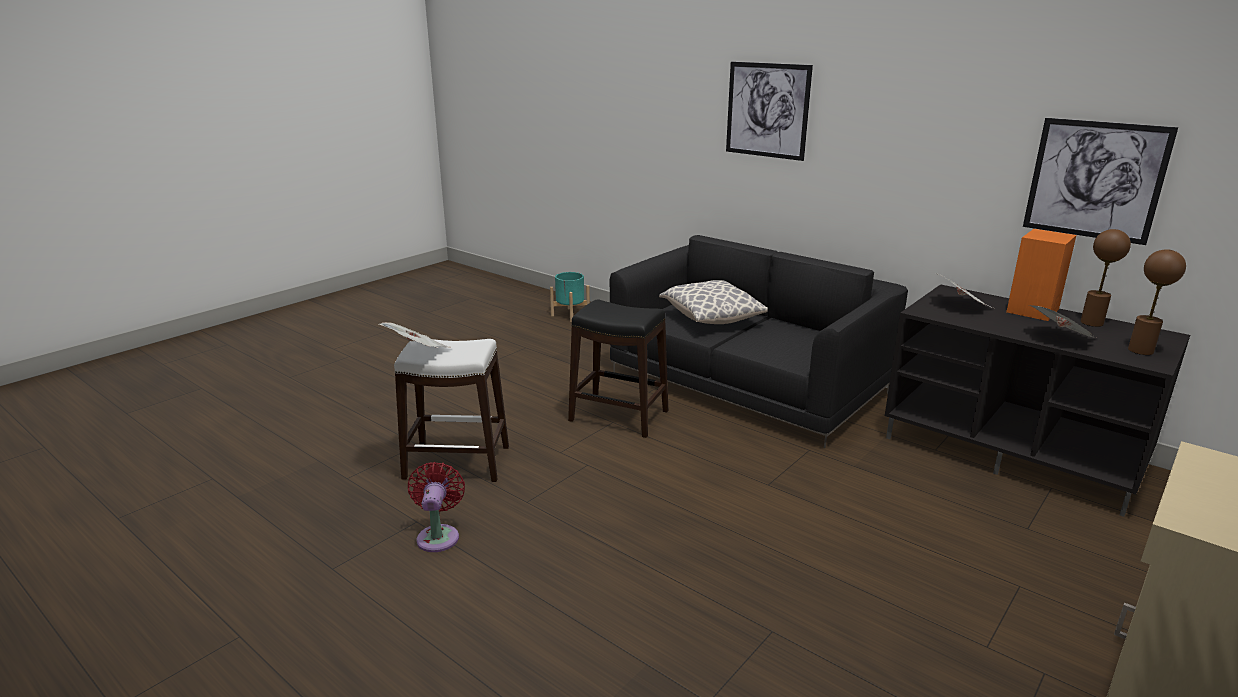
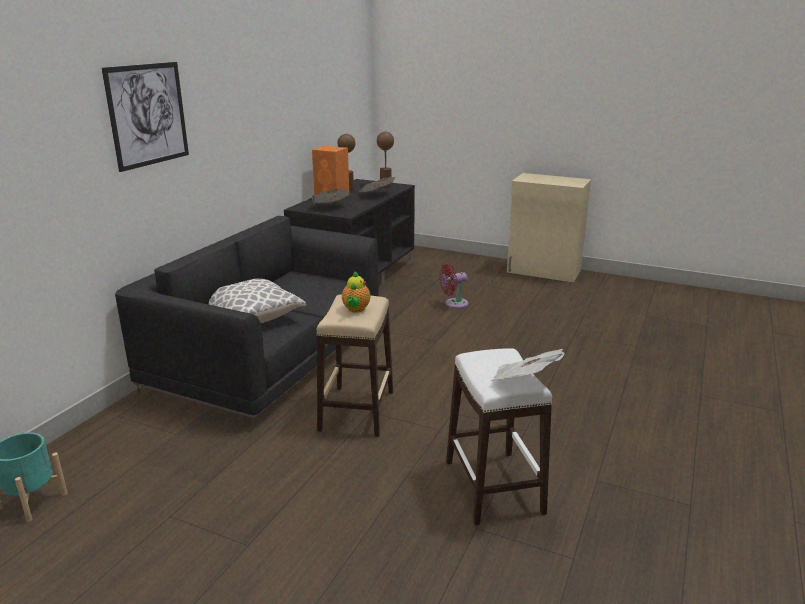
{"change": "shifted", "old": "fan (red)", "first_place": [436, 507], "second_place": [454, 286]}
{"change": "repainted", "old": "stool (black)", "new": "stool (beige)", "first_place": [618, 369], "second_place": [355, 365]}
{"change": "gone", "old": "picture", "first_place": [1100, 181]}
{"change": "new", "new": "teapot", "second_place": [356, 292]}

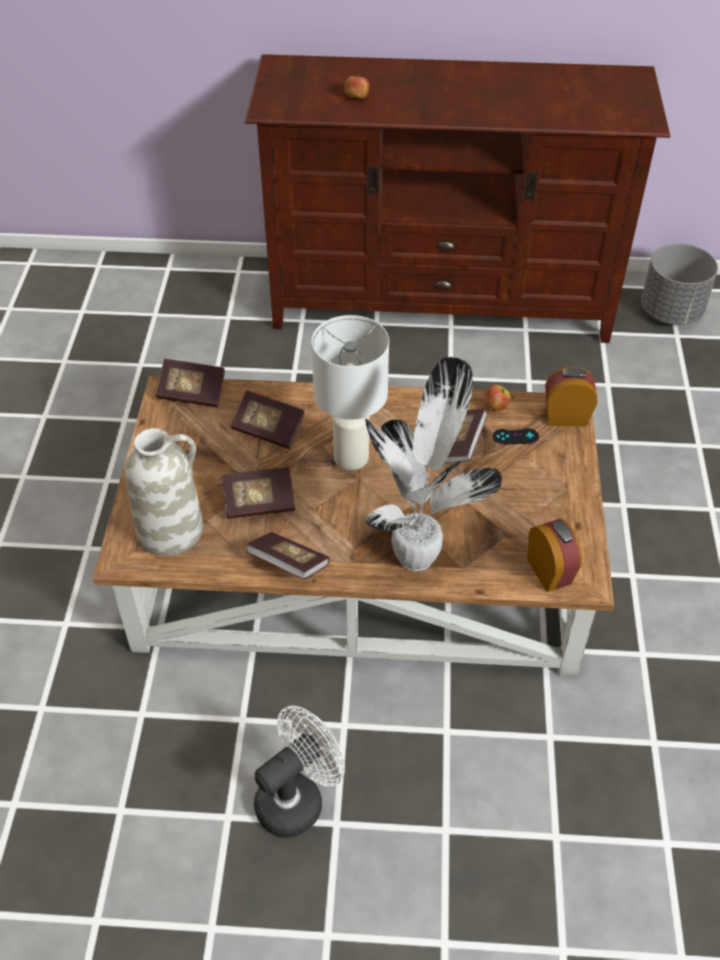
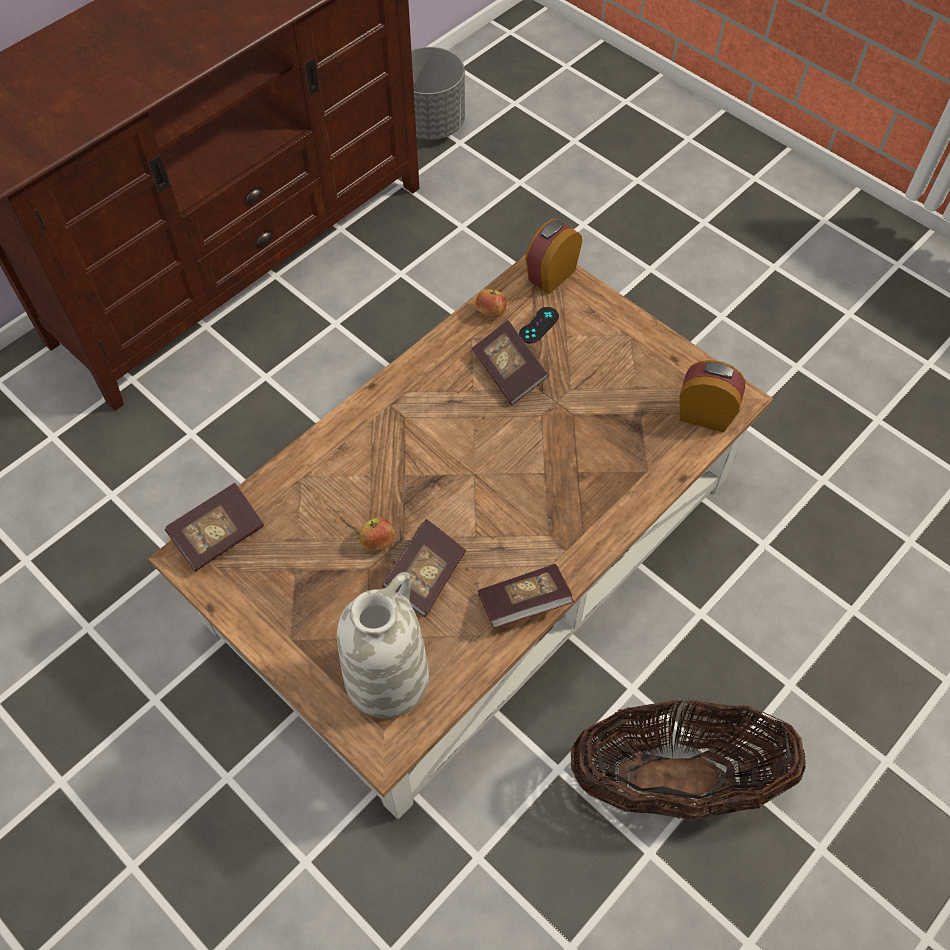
{"change": "gone", "old": "book", "first_place": [268, 419]}
{"change": "swapped", "old": "fan (white)", "new": "basket", "first_place": [299, 772], "second_place": [688, 759]}
{"change": "gone", "old": "table lamp (white)", "first_place": [350, 392]}
{"change": "shifted", "old": "apple", "first_place": [357, 86], "second_place": [377, 535]}
{"change": "gone", "old": "potted plant", "first_place": [433, 464]}

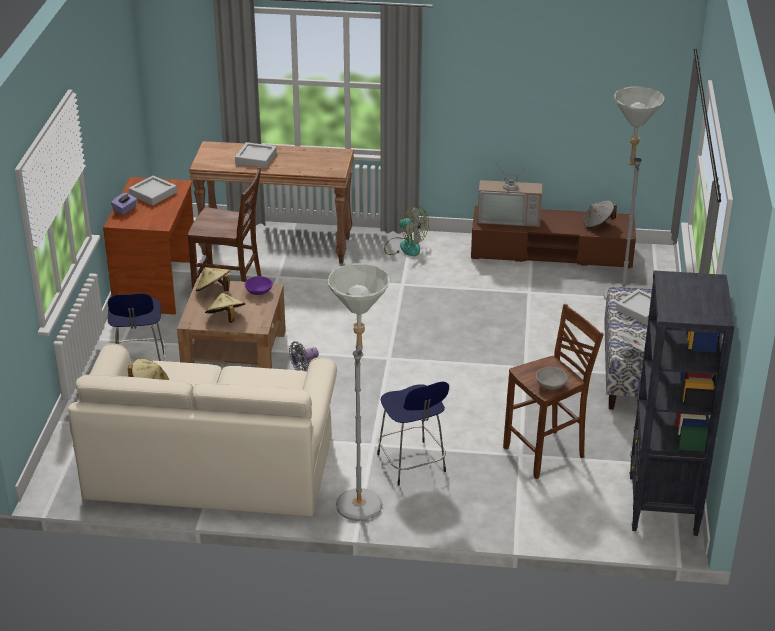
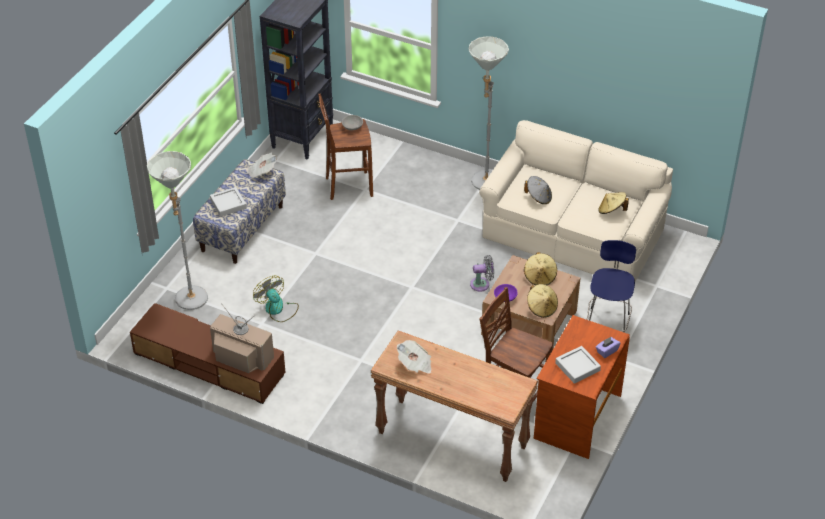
{"change": "gone", "old": "tray (grey)", "first_place": [256, 155]}
{"change": "gone", "old": "stool (blue)", "first_place": [413, 434]}
{"change": "shifted", "old": "fan", "first_place": [406, 231], "second_place": [276, 299]}
{"change": "shifted", "old": "hat (grey)", "first_place": [600, 214], "second_place": [538, 190]}
{"change": "new", "new": "newspaper", "second_place": [414, 357]}

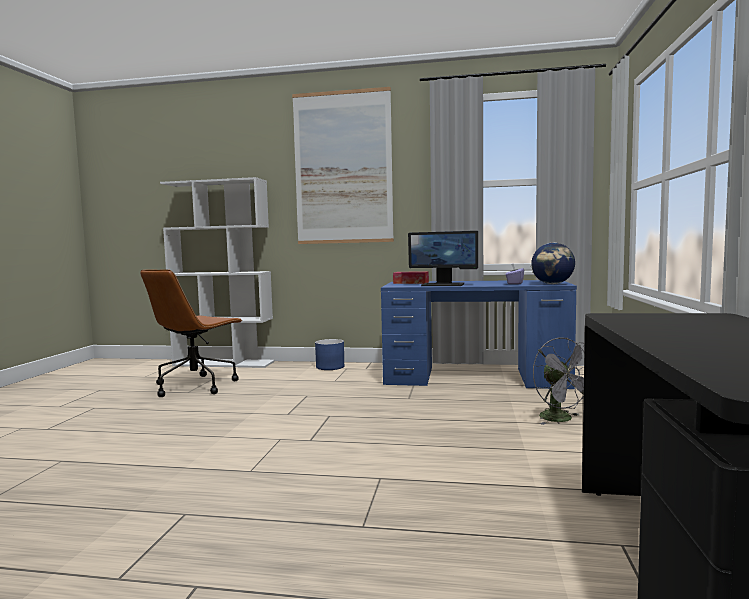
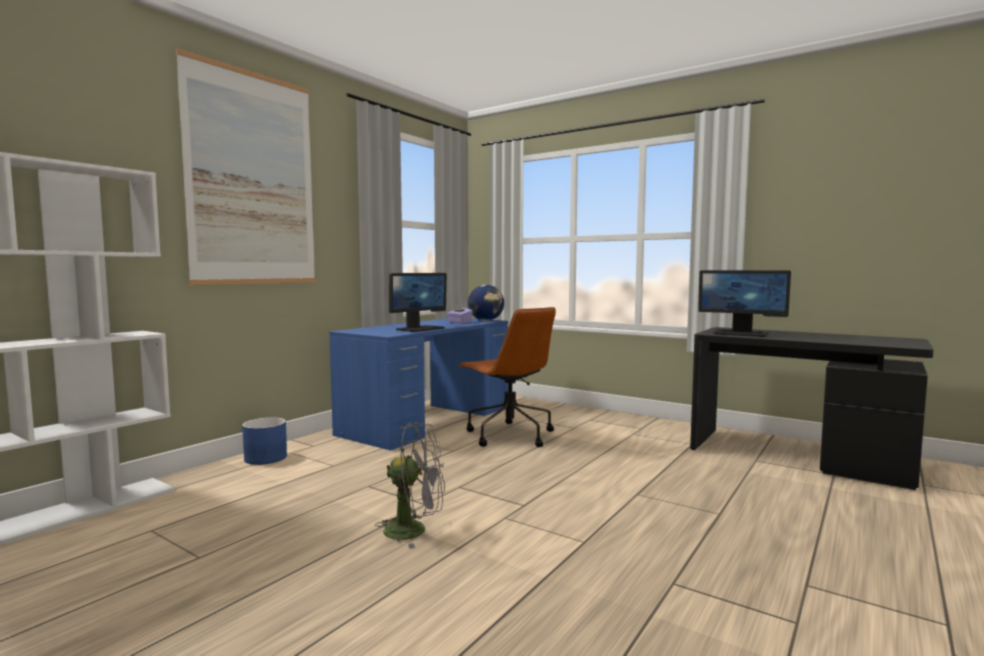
{"change": "shifted", "old": "office chair (brown)", "first_place": [191, 333], "second_place": [507, 377]}
{"change": "gone", "old": "tissue box", "first_place": [411, 277]}
{"change": "shifted", "old": "fan (grey)", "first_place": [559, 381], "second_place": [410, 486]}
{"change": "new", "new": "monitor", "second_place": [744, 303]}

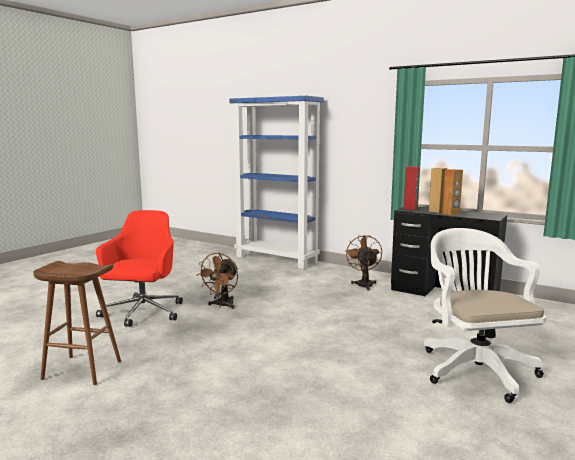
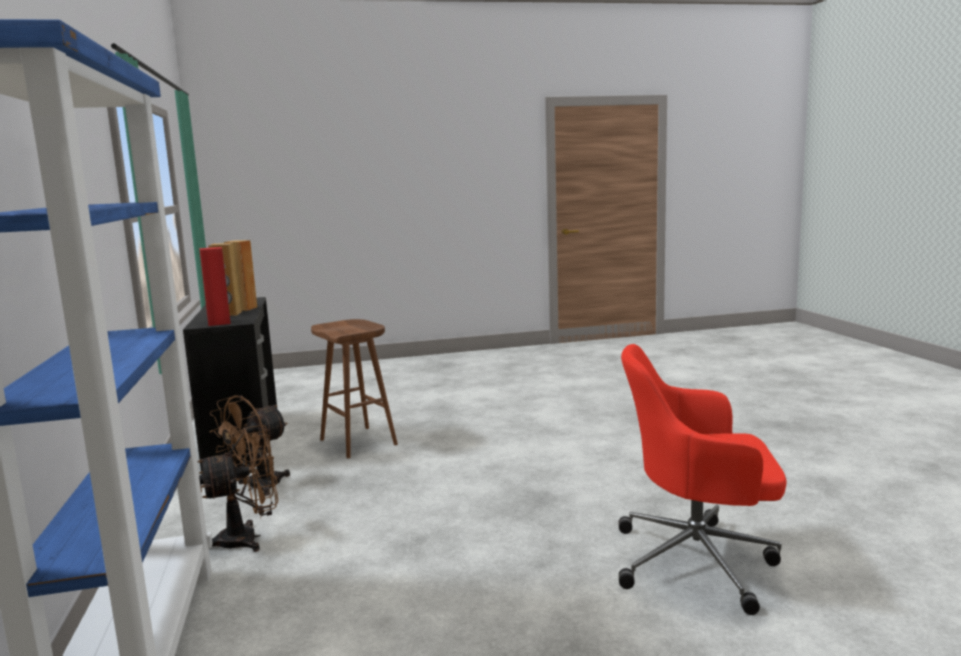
{"change": "shifted", "old": "stool (brown)", "first_place": [77, 323], "second_place": [354, 388]}
{"change": "rotated", "old": "office chair (red)", "first_place": [139, 268], "second_place": [703, 479], "degrees": 45}
{"change": "shifted", "old": "fan (brown)", "first_place": [217, 281], "second_place": [238, 488]}
{"change": "gone", "old": "office chair (white)", "first_place": [485, 315]}

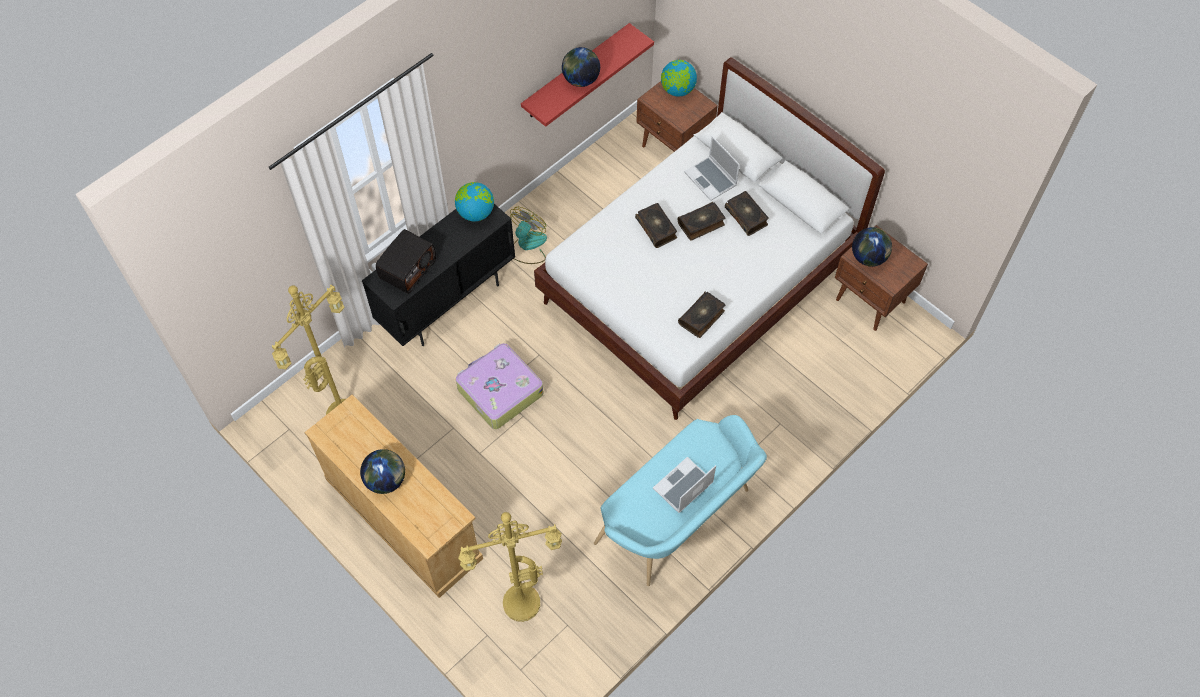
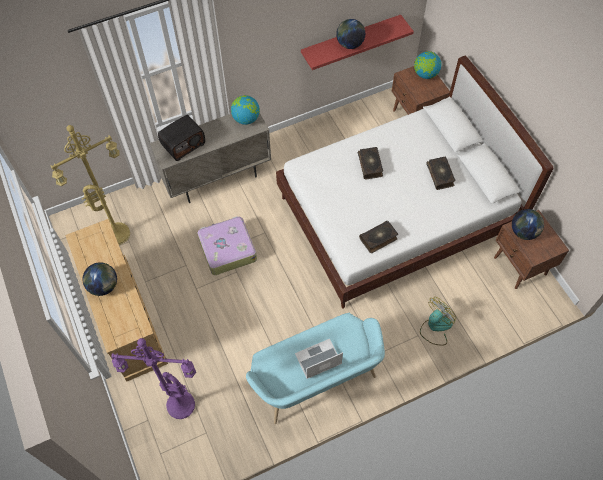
{"change": "repainted", "old": "cabinet (black)", "new": "cabinet (beige)", "first_place": [438, 275], "second_place": [210, 158]}
{"change": "repainted", "old": "floor lamp (yellow)", "new": "floor lamp (purple)", "first_place": [510, 567], "second_place": [153, 378]}
{"change": "shifted", "old": "fan", "first_place": [528, 235], "second_place": [438, 321]}
{"change": "gone", "old": "book", "first_place": [701, 221]}
{"change": "gone", "old": "laptop", "first_place": [712, 168]}

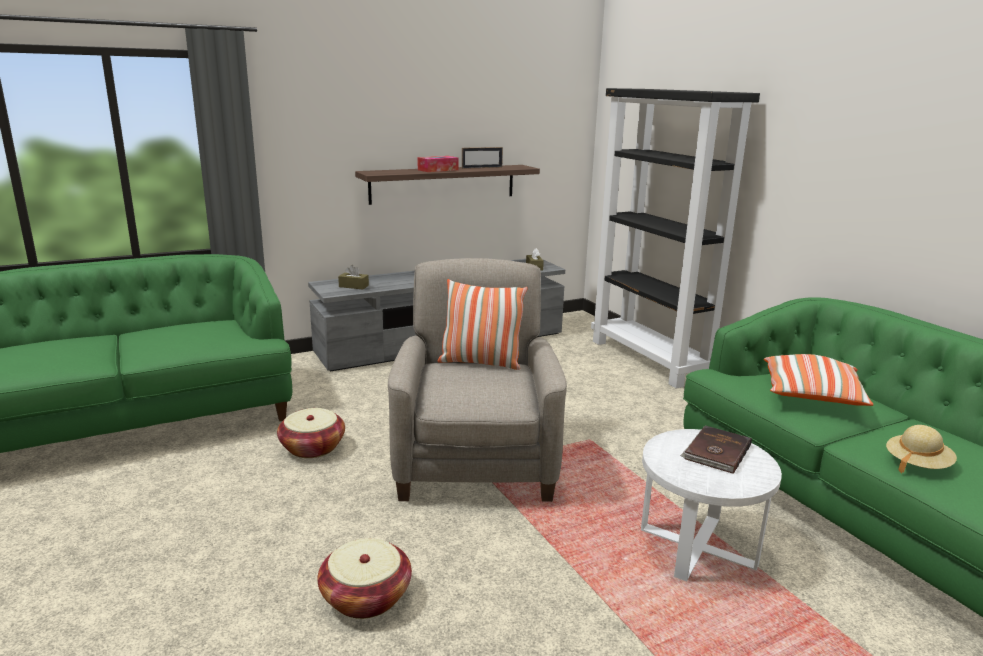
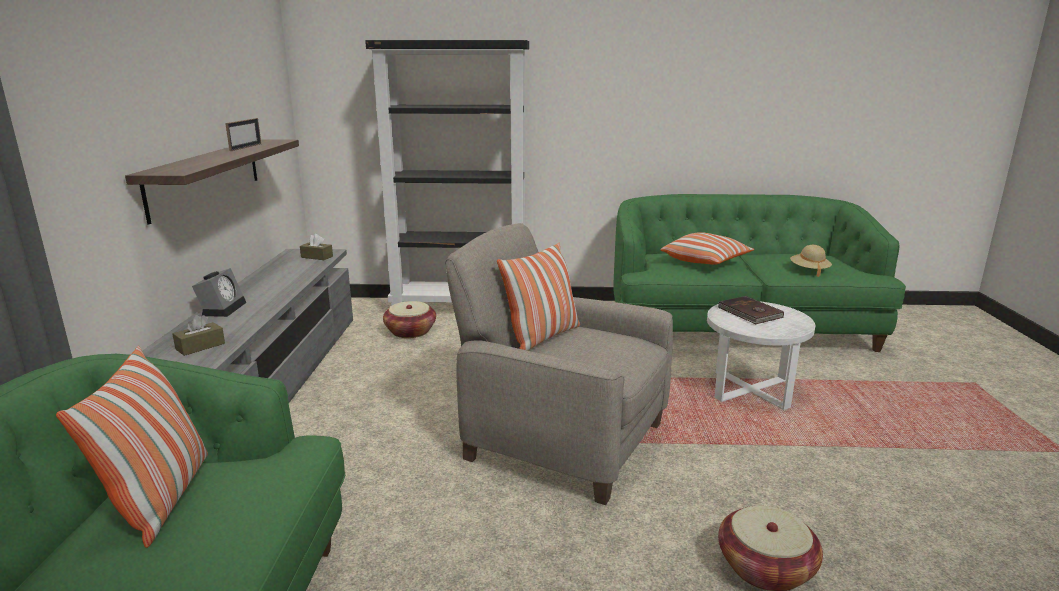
{"change": "shifted", "old": "basket", "first_place": [311, 433], "second_place": [409, 319]}
{"change": "gone", "old": "tissue box", "first_place": [438, 164]}
{"change": "new", "new": "pillow", "second_place": [132, 447]}
{"change": "new", "new": "alarm clock", "second_place": [219, 292]}

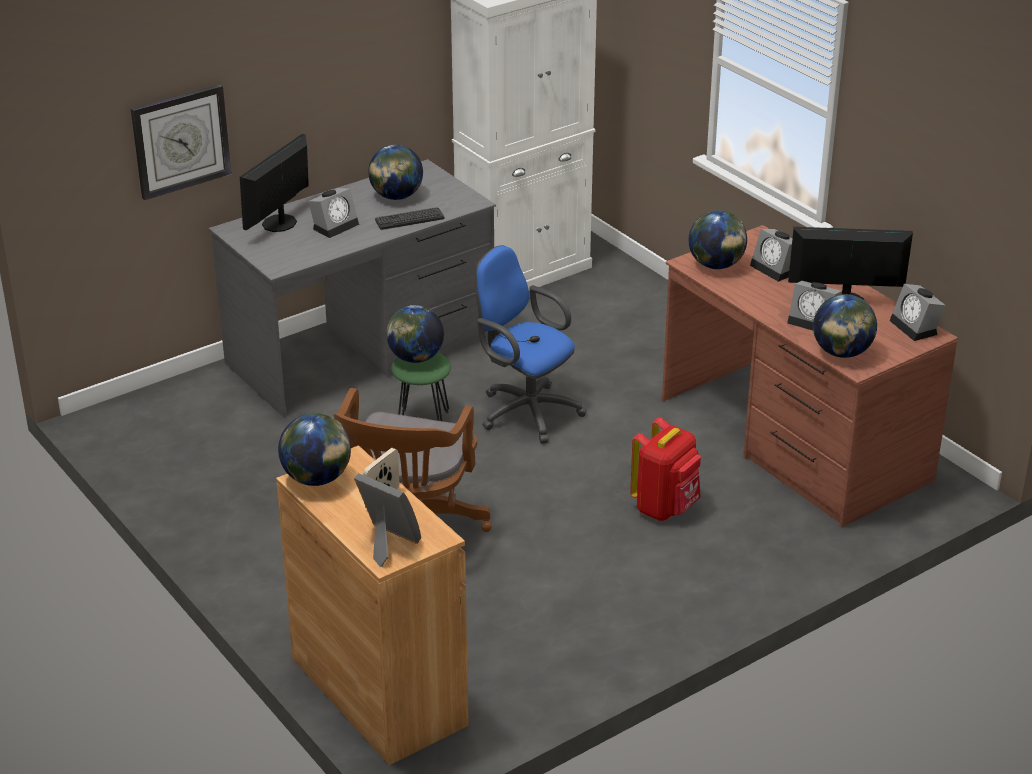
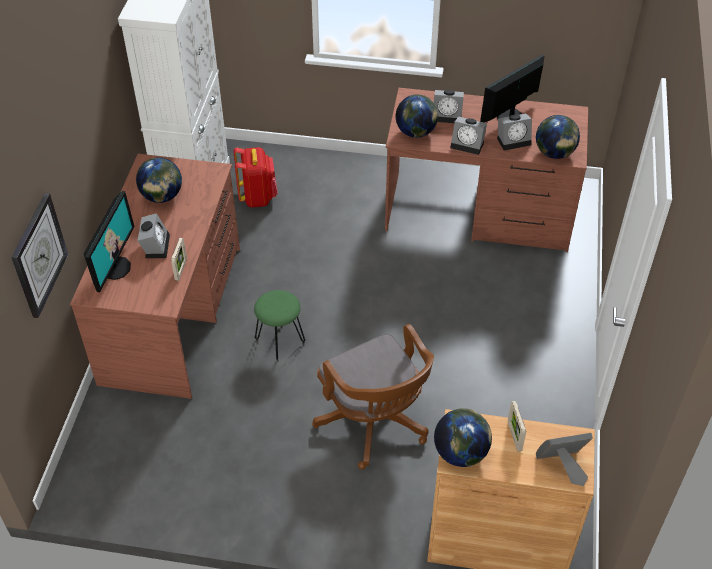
{"change": "repainted", "old": "desk (grey)", "new": "desk (brown)", "first_place": [352, 288], "second_place": [155, 276]}
{"change": "rotated", "old": "monitor", "first_place": [274, 183], "second_place": [109, 241], "degrees": -150}
{"change": "gone", "old": "keyboard", "first_place": [410, 218]}
{"change": "gone", "old": "globe", "first_place": [415, 334]}
{"change": "gone", "old": "office chair (blue)", "first_place": [530, 344]}
{"change": "shifted", "old": "backpack (red)", "first_place": [665, 469], "second_place": [256, 177]}
{"change": "shifted", "old": "alarm clock", "first_place": [918, 312], "second_place": [468, 136]}
{"change": "new", "new": "picture frame", "second_place": [179, 259]}

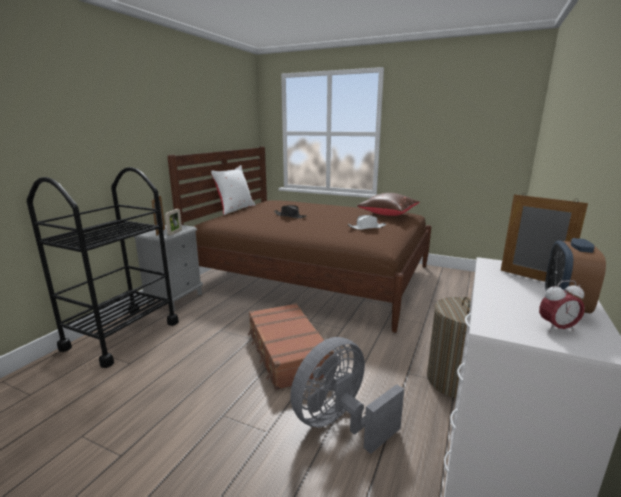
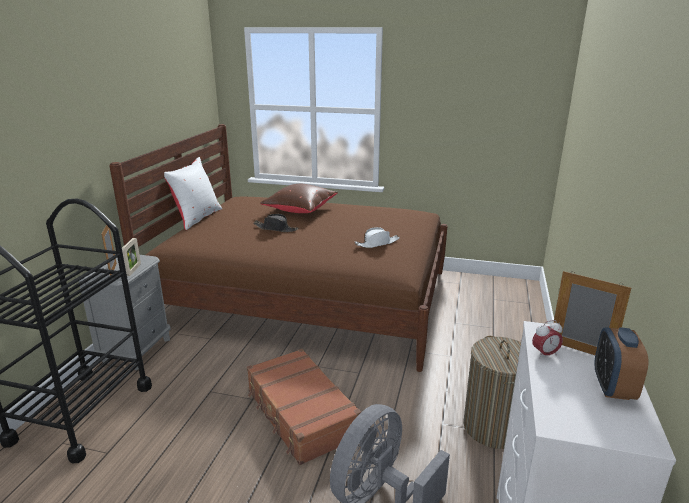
{"change": "shifted", "old": "pillow (brown)", "first_place": [388, 204], "second_place": [299, 198]}
{"change": "shifted", "old": "alarm clock", "first_place": [562, 306], "second_place": [547, 339]}

